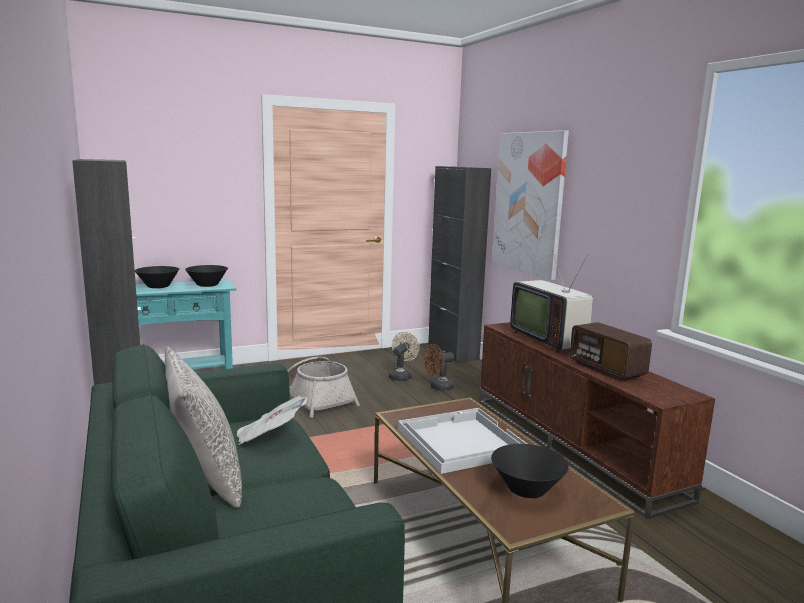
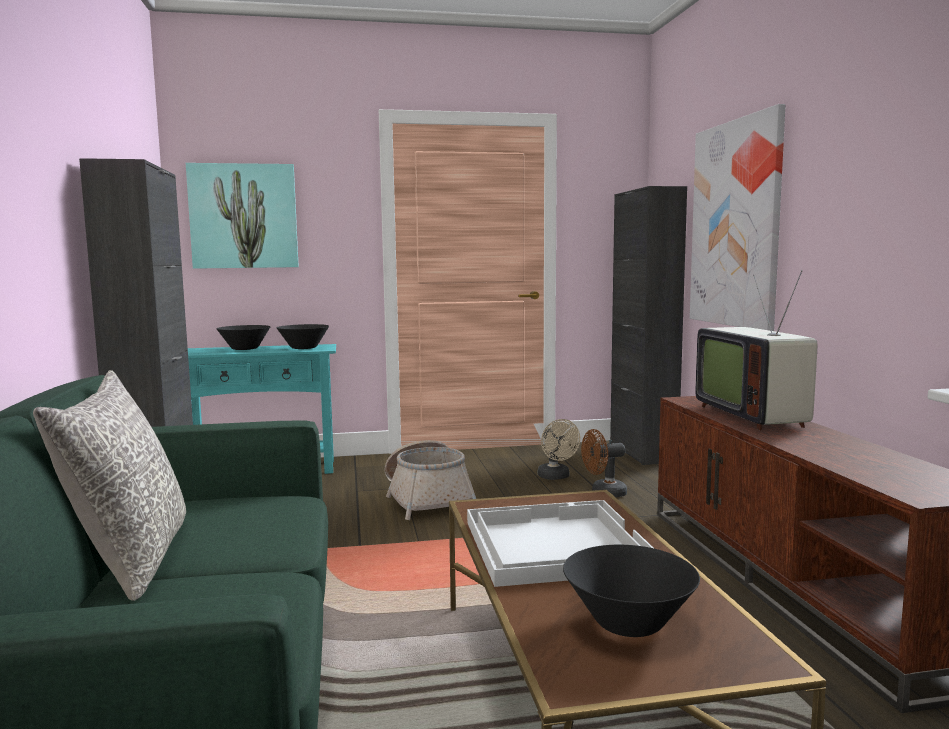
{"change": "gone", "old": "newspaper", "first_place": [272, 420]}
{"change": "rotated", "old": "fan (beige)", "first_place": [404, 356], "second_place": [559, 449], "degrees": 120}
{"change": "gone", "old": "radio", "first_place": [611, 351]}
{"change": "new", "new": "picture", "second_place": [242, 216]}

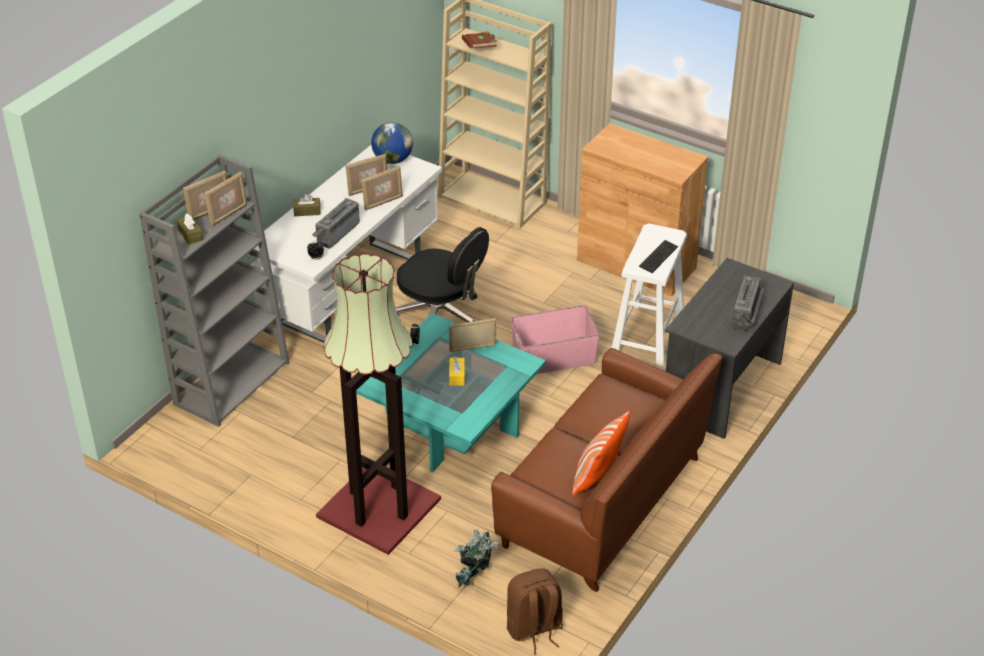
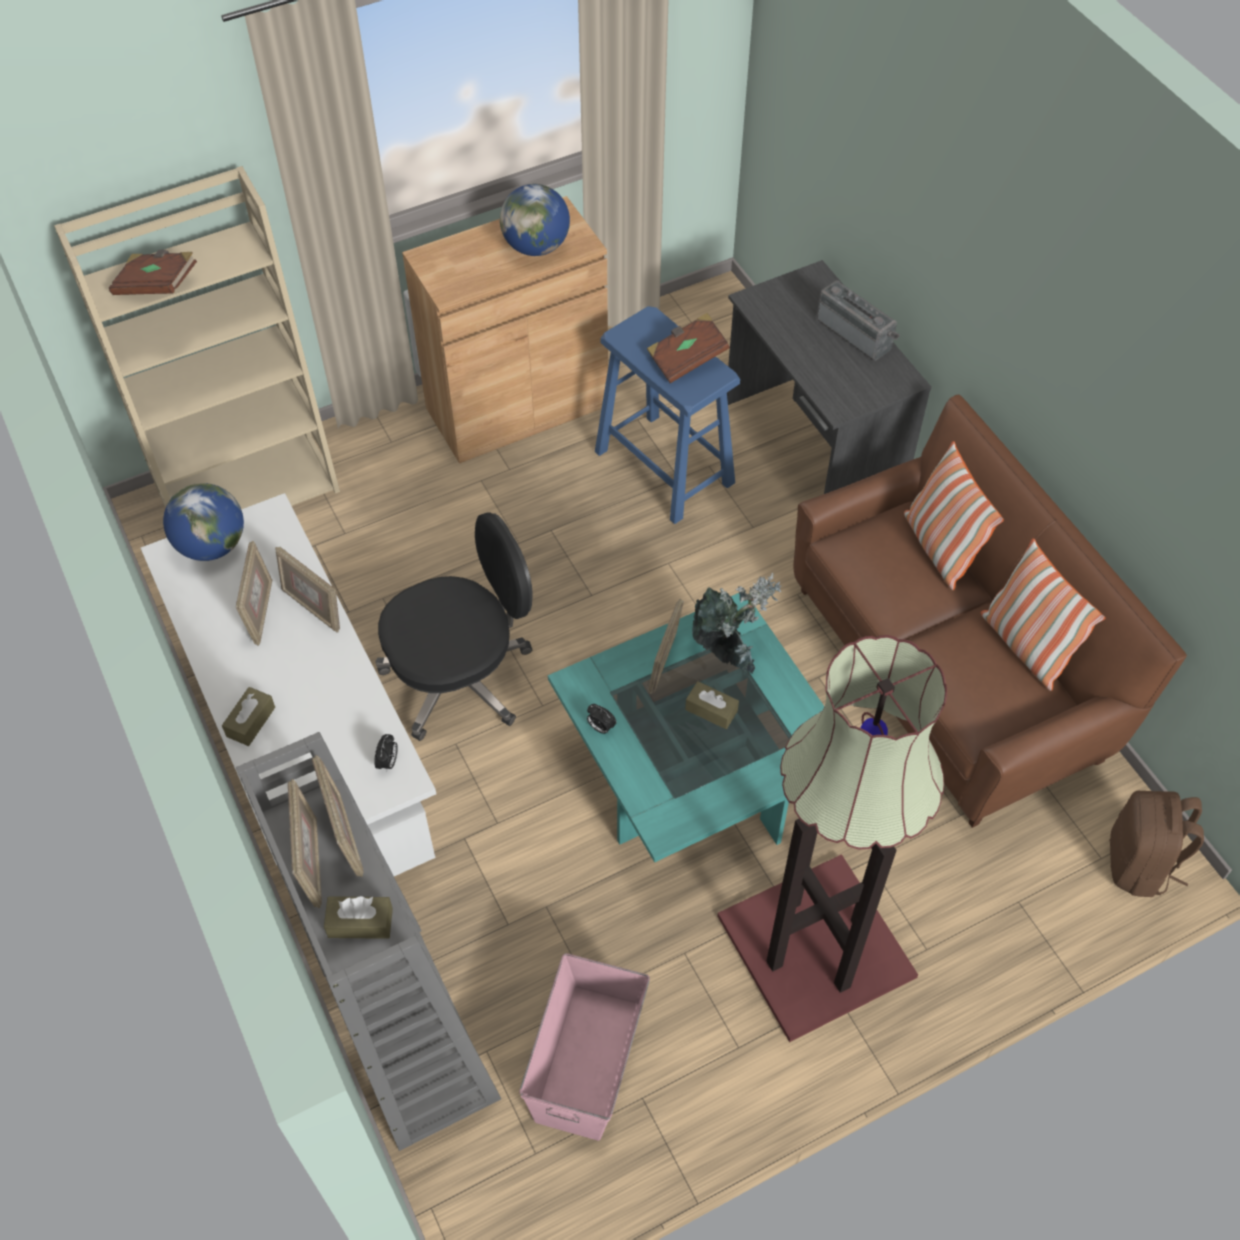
{"change": "gone", "old": "radio", "first_place": [336, 223]}
{"change": "rotated", "old": "picture frame", "first_place": [382, 188], "second_place": [307, 589], "degrees": 135}
{"change": "repainted", "old": "tissue box (yellow)", "new": "tissue box (brown)", "first_place": [457, 371], "second_place": [712, 705]}
{"change": "shifted", "old": "potted plant", "first_place": [477, 558], "second_place": [737, 623]}
{"change": "shifted", "old": "storage box (pink)", "first_place": [556, 339], "second_place": [585, 1047]}
{"change": "repainted", "old": "stool (white)", "new": "stool (blue)", "first_place": [649, 294], "second_place": [667, 415]}
{"change": "swapped", "old": "keyboard", "new": "book (brown)", "first_place": [658, 256], "second_place": [688, 348]}
{"change": "new", "new": "globe", "second_place": [535, 220]}
{"change": "new", "new": "pillow", "second_place": [954, 515]}

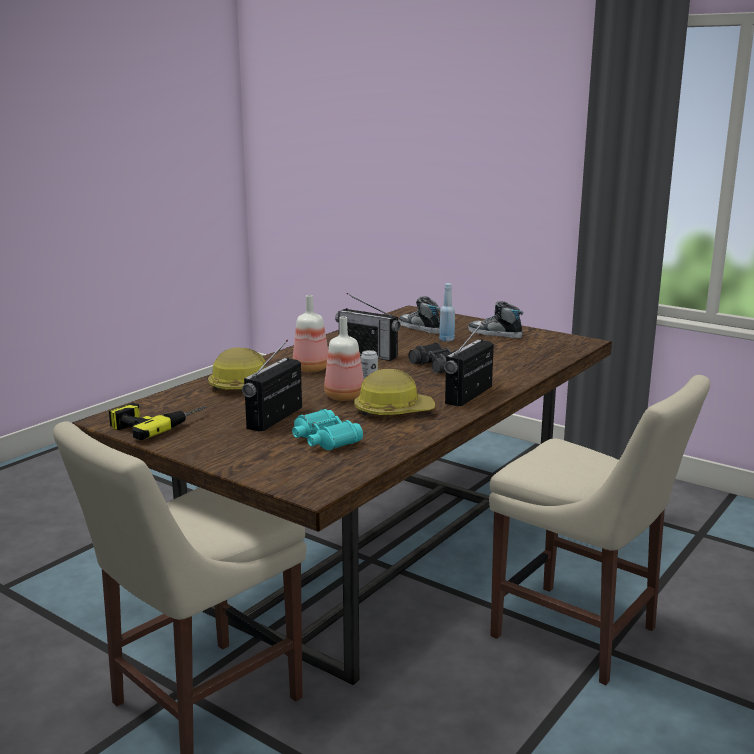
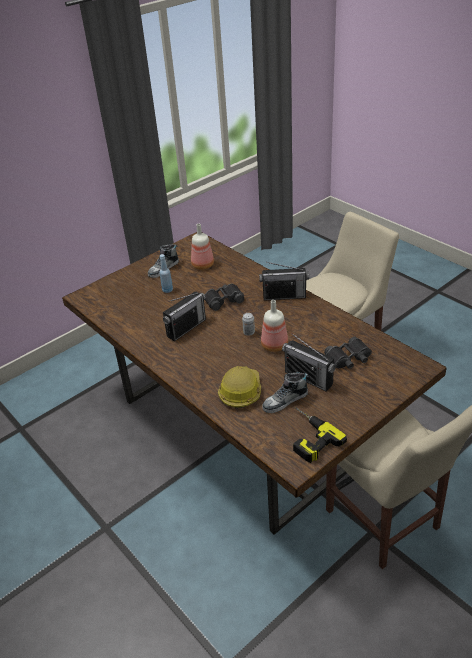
{"change": "repainted", "old": "binoculars (turquoise)", "new": "binoculars (black)", "first_place": [327, 429], "second_place": [348, 353]}
{"change": "shifted", "old": "bottle", "first_place": [310, 333], "second_place": [202, 247]}
{"change": "gone", "old": "hard hat", "first_place": [394, 392]}
{"change": "shifted", "old": "shoe", "first_place": [419, 315], "second_place": [285, 393]}
{"change": "rotated", "old": "radio", "first_place": [469, 364], "second_place": [284, 281], "degrees": -45}

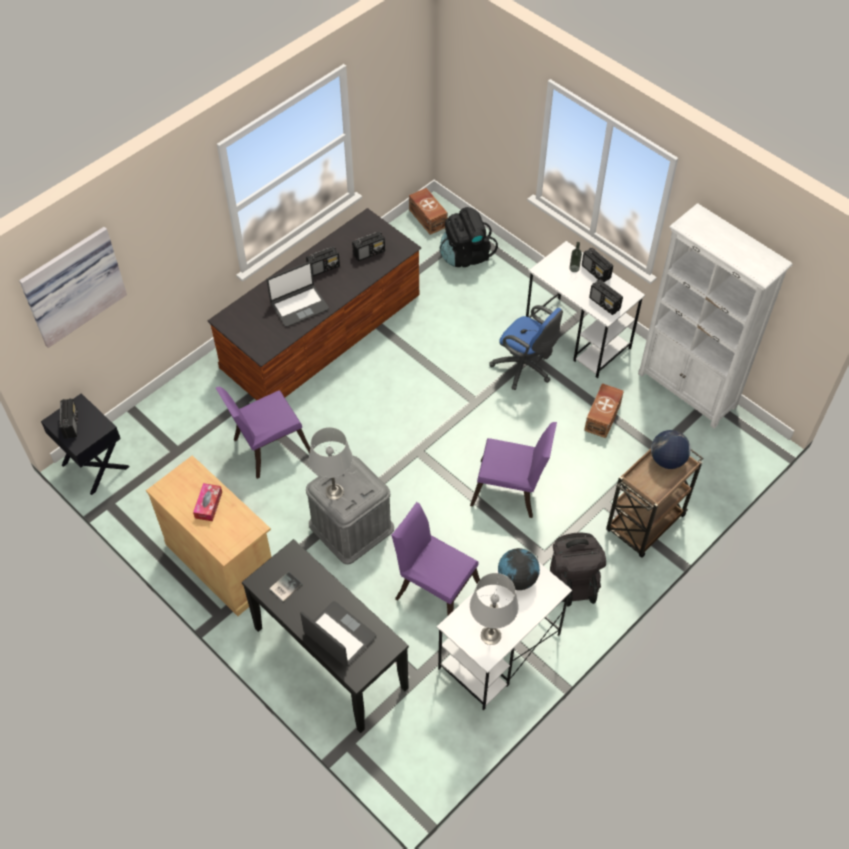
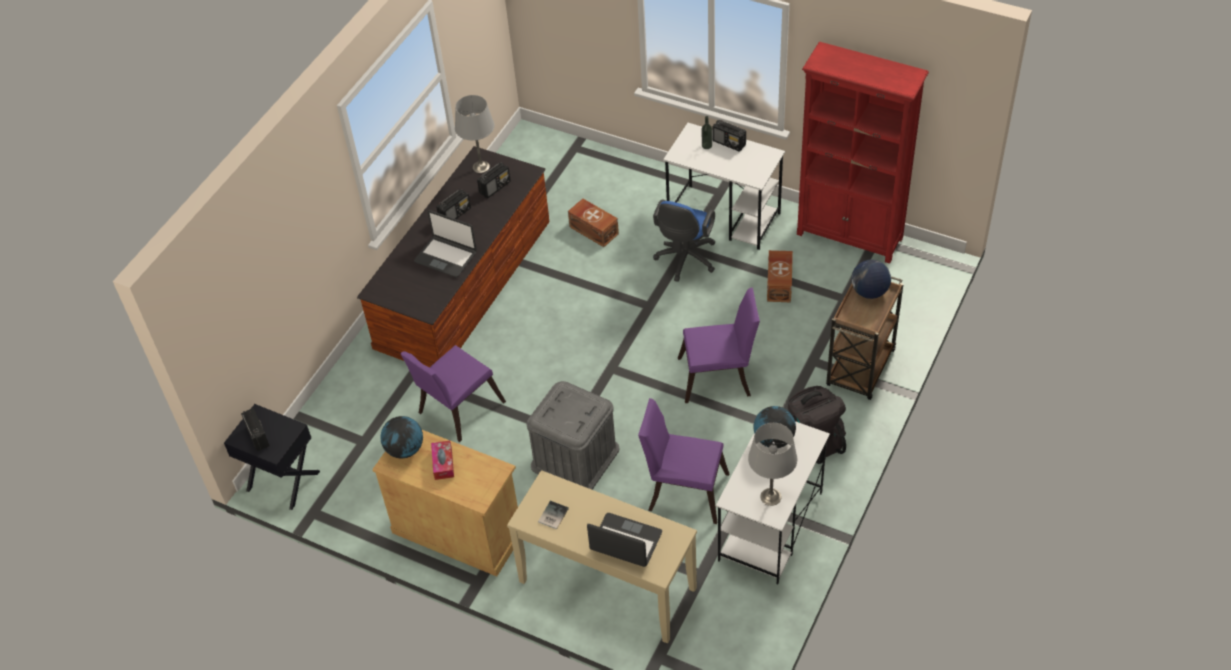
{"change": "gone", "old": "picture", "first_place": [73, 287]}
{"change": "repainted", "old": "console table (black)", "new": "console table (beige)", "first_place": [325, 636], "second_place": [602, 557]}
{"change": "rotated", "old": "laptop", "first_place": [298, 294], "second_place": [445, 243], "degrees": 75}
{"change": "shifted", "old": "table lamp (grey)", "first_place": [331, 463], "second_place": [474, 134]}
{"change": "shifted", "old": "storage box (brown)", "first_place": [428, 211], "second_place": [593, 222]}
{"change": "gone", "old": "backpack (black)", "first_place": [469, 237]}
{"change": "rotated", "old": "office chair (blue)", "first_place": [526, 347], "second_place": [684, 241], "degrees": 90}
{"change": "gone", "old": "radio", "first_place": [606, 297]}
{"change": "repainted", "old": "bookcase (white)", "new": "bookcase (red)", "first_place": [715, 316], "second_place": [863, 153]}
{"change": "new", "new": "globe", "second_place": [401, 437]}

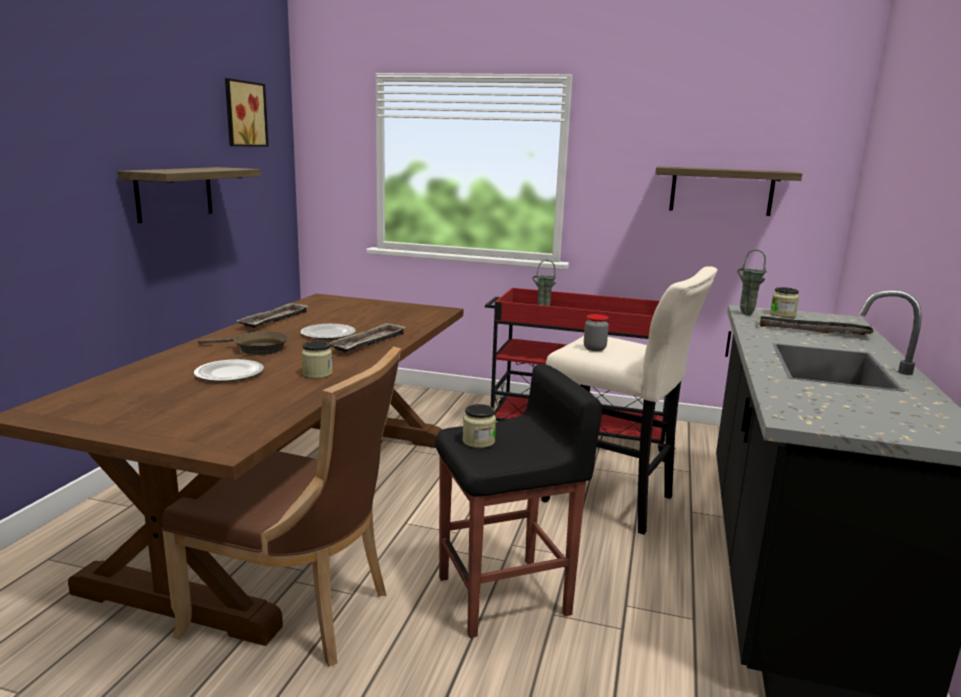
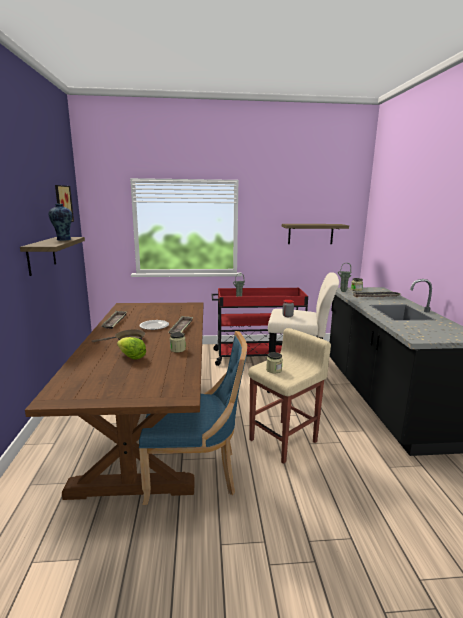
{"change": "repainted", "old": "chair (brown)", "new": "chair (blue)", "first_place": [281, 506], "second_place": [193, 418]}
{"change": "swapped", "old": "plate", "new": "lettuce", "first_place": [229, 370], "second_place": [131, 348]}
{"change": "repainted", "old": "stool (black)", "new": "stool (beige)", "first_place": [518, 501], "second_place": [289, 396]}
{"change": "new", "new": "vase", "second_place": [60, 222]}

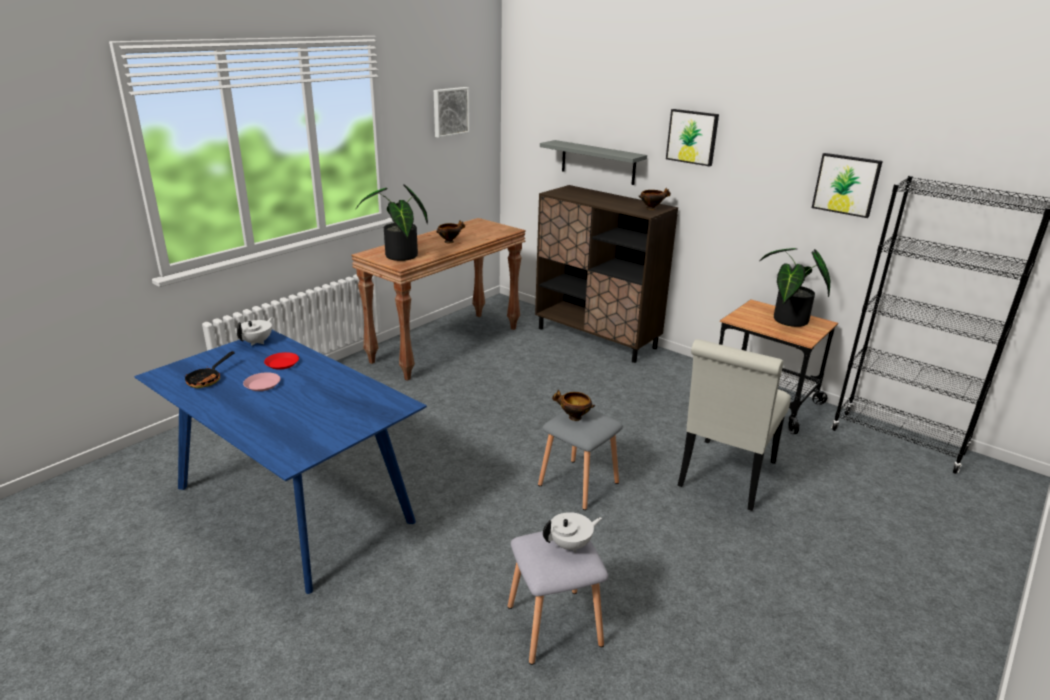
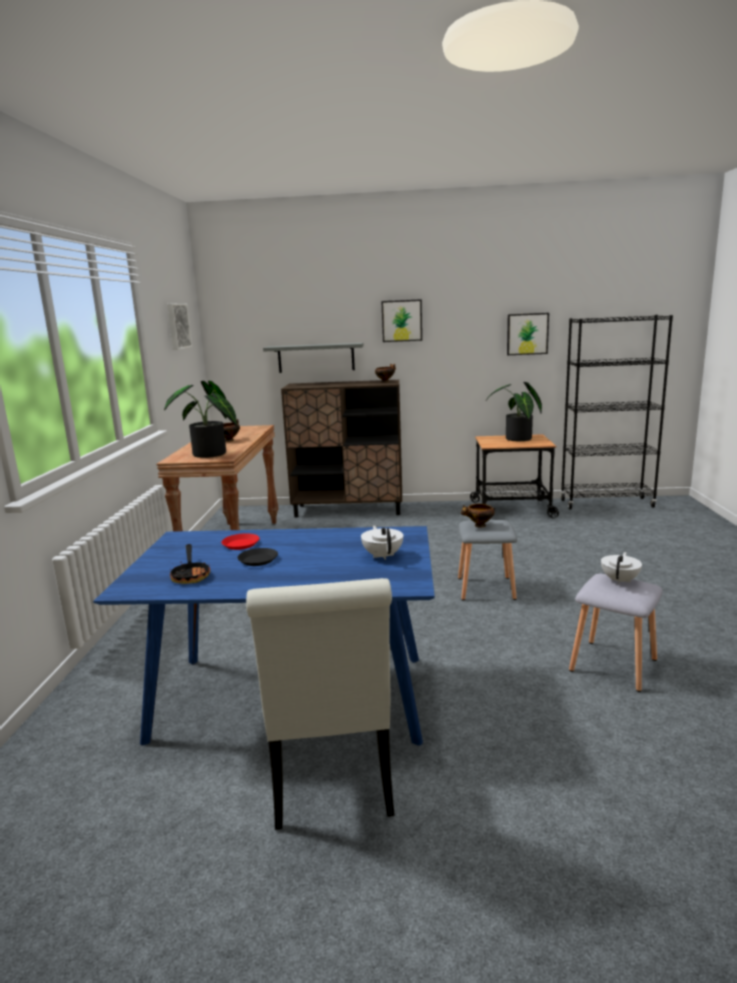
{"change": "shifted", "old": "teapot (white)", "first_place": [254, 331], "second_place": [382, 542]}
{"change": "repainted", "old": "plate (pink)", "new": "plate (black)", "first_place": [262, 381], "second_place": [257, 557]}
{"change": "shifted", "old": "chair (white)", "first_place": [734, 425], "second_place": [320, 704]}

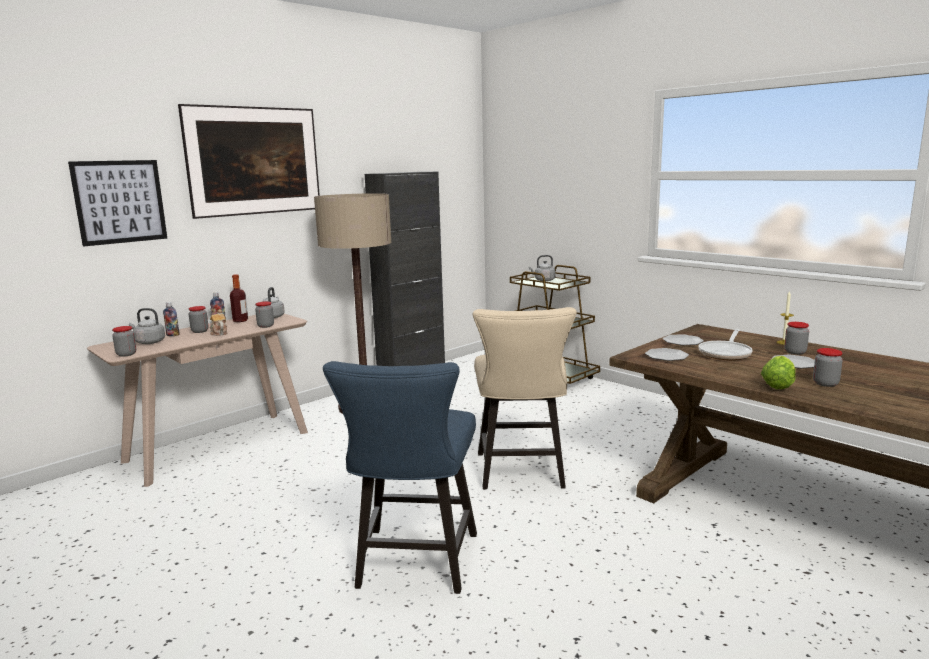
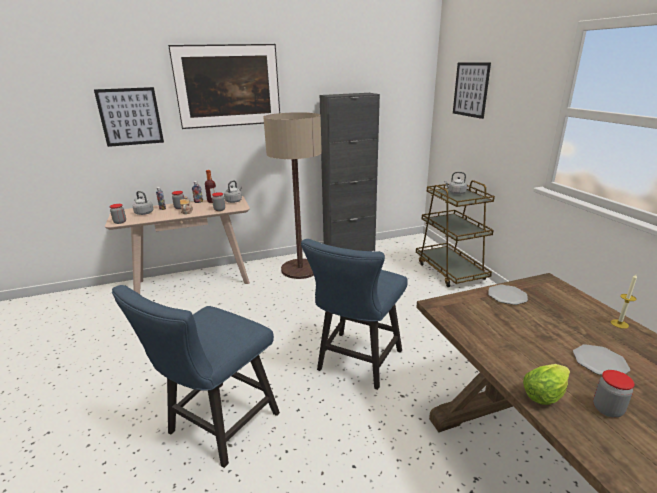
{"change": "repainted", "old": "chair (beige)", "new": "chair (blue)", "first_place": [525, 398], "second_place": [354, 314]}
{"change": "gone", "old": "plate", "first_place": [667, 354]}
{"change": "gone", "old": "frying pan", "first_place": [725, 344]}
{"change": "gone", "old": "jar", "first_place": [796, 338]}
{"change": "new", "new": "picture", "second_place": [472, 90]}

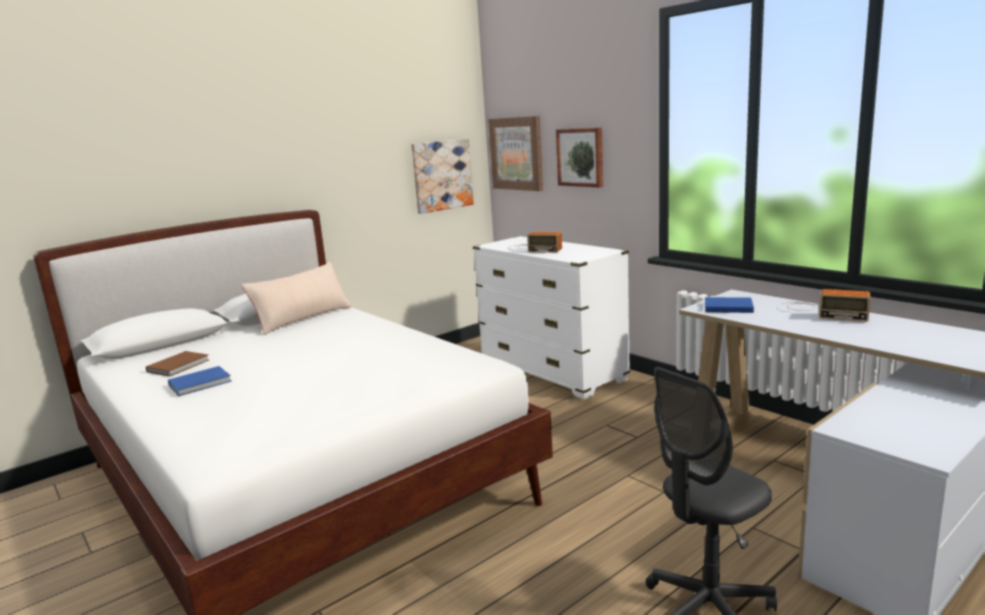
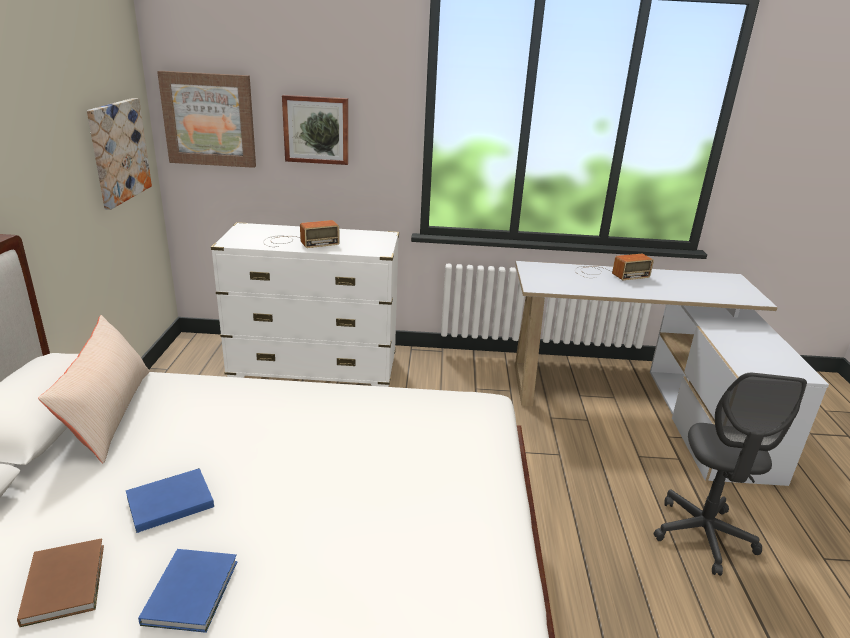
{"change": "shifted", "old": "book (blue)", "first_place": [729, 305], "second_place": [170, 500]}

